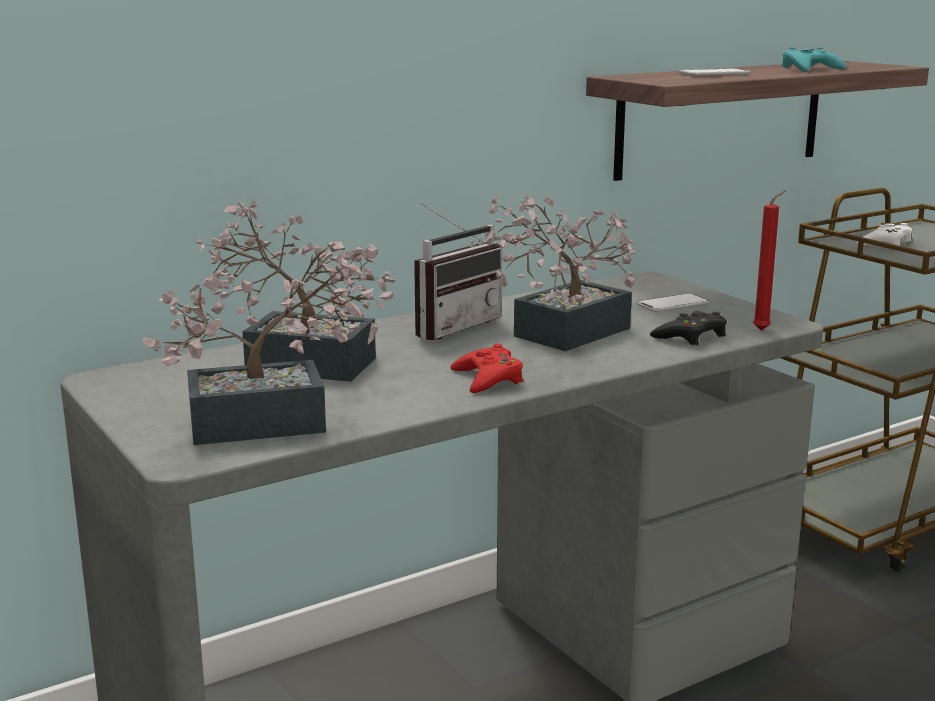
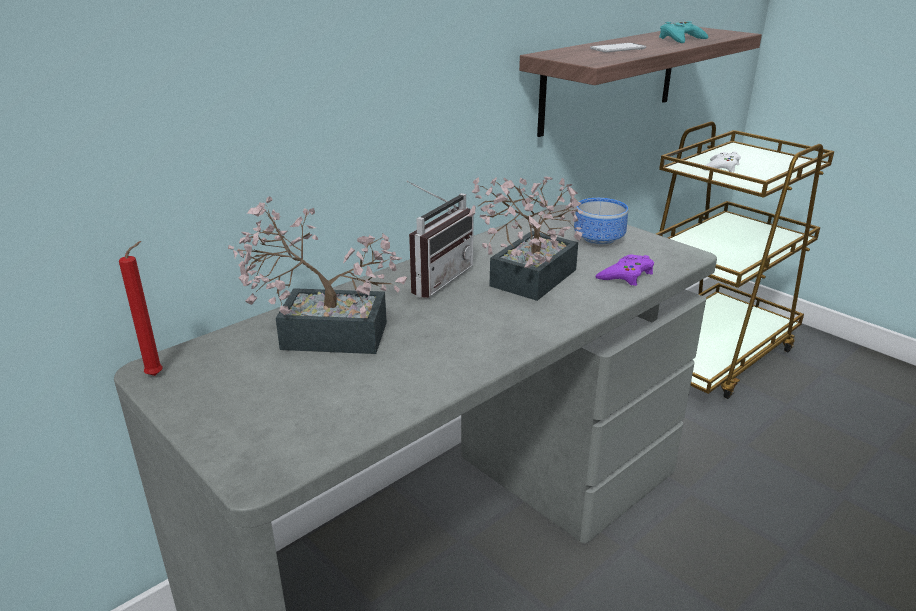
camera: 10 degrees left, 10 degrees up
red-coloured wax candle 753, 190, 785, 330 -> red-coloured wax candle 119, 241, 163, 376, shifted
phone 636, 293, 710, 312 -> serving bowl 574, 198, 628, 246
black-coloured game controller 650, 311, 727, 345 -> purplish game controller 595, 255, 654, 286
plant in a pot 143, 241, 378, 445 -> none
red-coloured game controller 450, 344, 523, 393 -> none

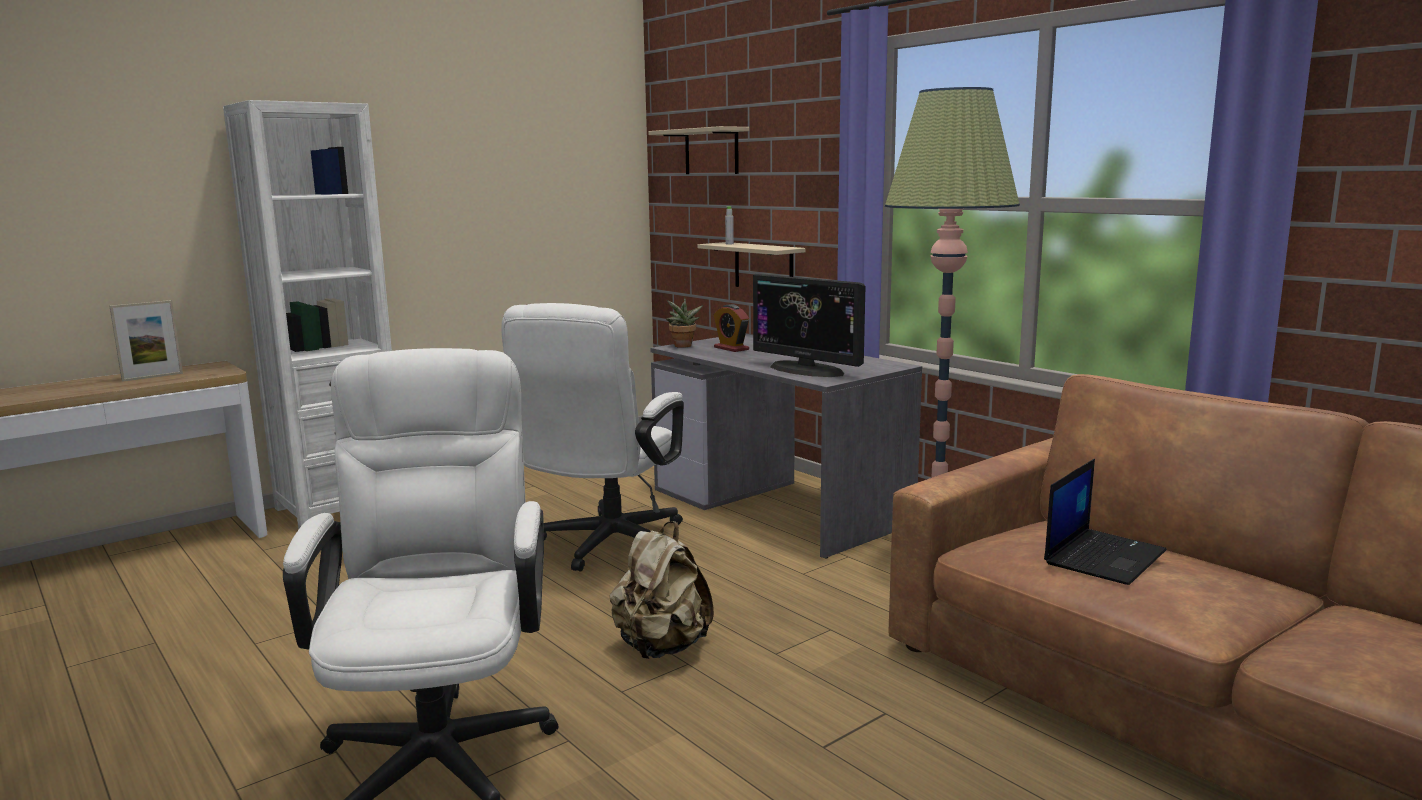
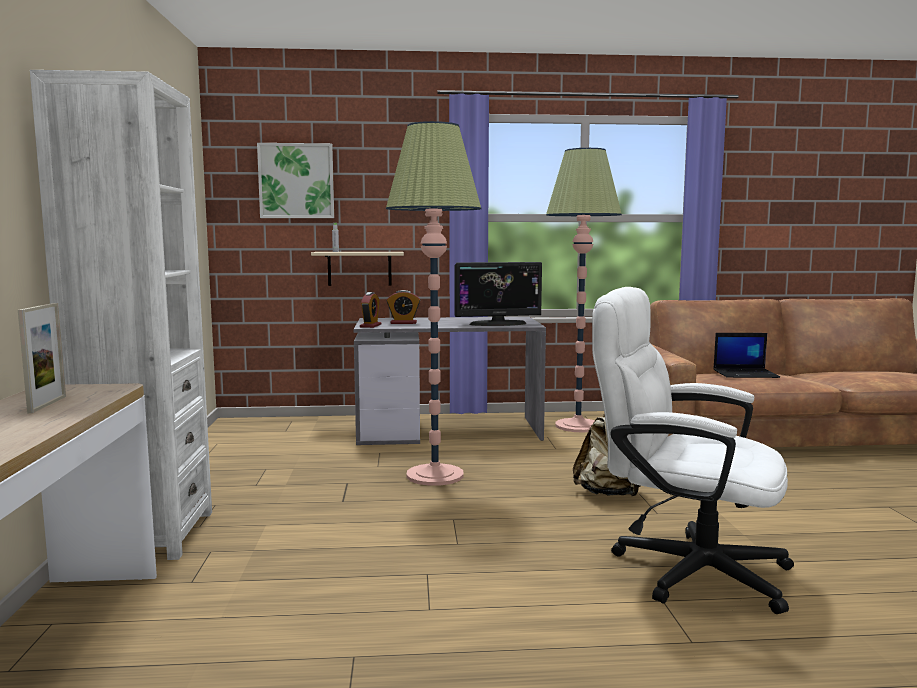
camera: 55 degrees left, 5 degrees down
beige shelf 648, 126, 749, 174 -> wall picture 257, 143, 334, 218
plant in a pot 666, 297, 703, 348 -> bedside clock 360, 292, 382, 328
white computer chair 501, 303, 684, 571 -> standard lamp 386, 121, 481, 486
notebook computer 1044, 459, 1167, 585 -> notebook computer 714, 333, 780, 378, 105 degrees clockwise

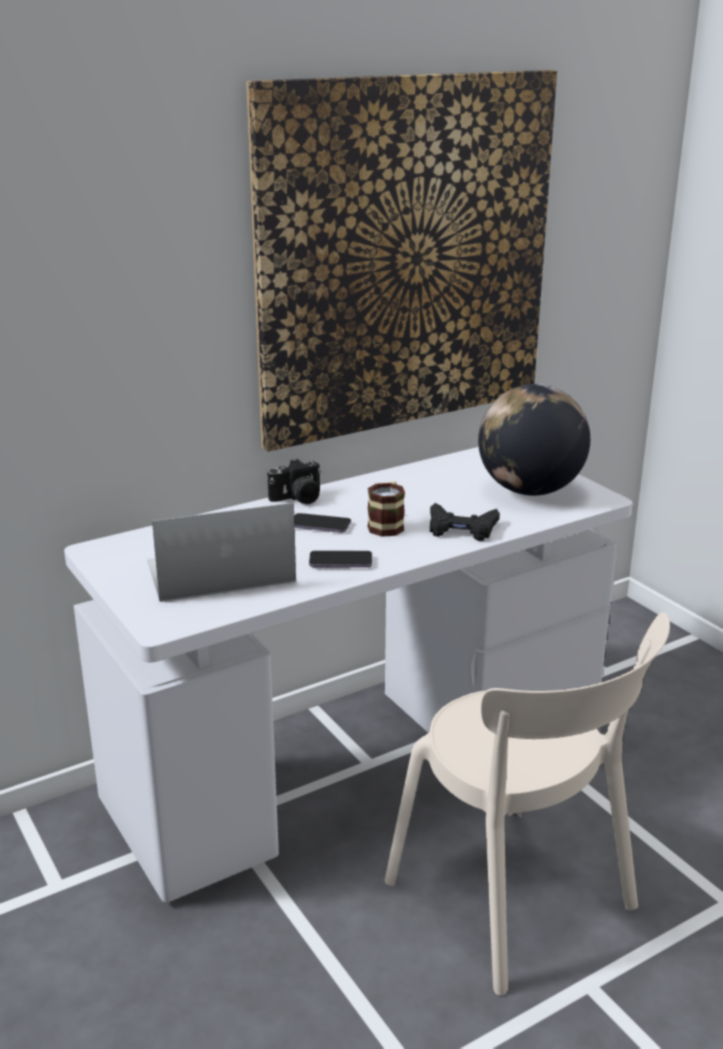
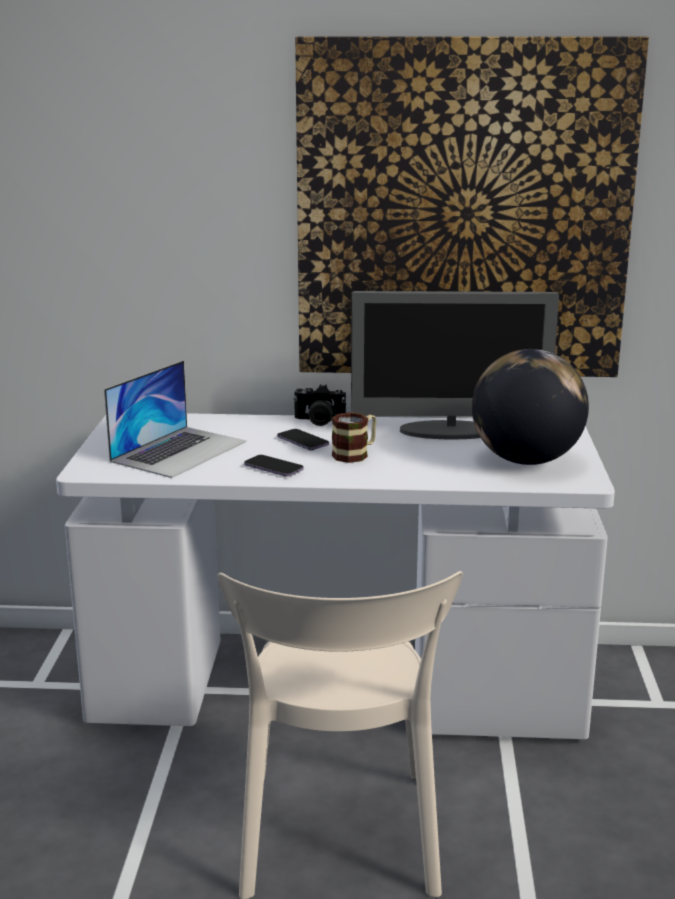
camera: 35 degrees right, 5 degrees down
notebook computer 147, 503, 296, 602 -> notebook computer 104, 360, 246, 478, 105 degrees clockwise
none -> computer screen 351, 291, 559, 439
black-coloured game controller 430, 503, 500, 541 -> none

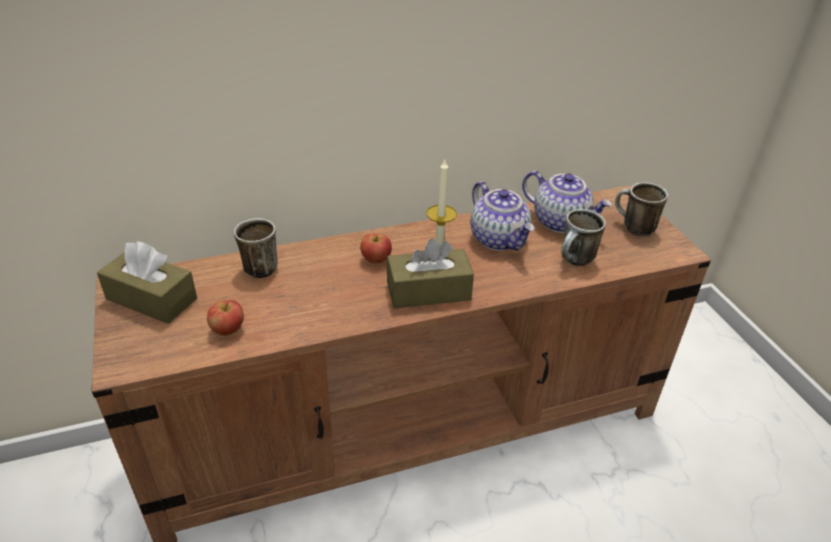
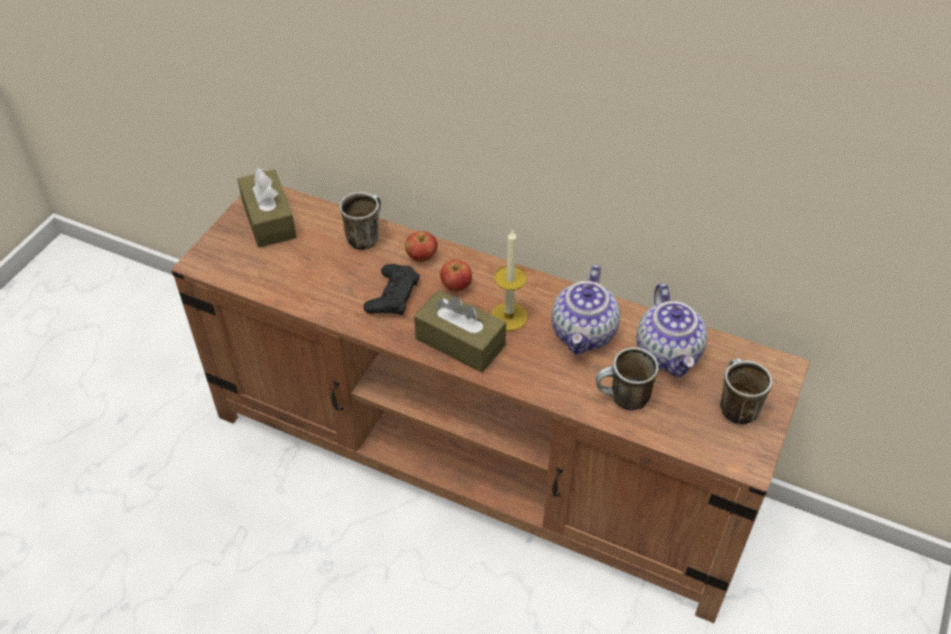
camera: 45 degrees right, 10 degrees up
none -> black-coloured game controller 363, 264, 420, 315
apple fruit 207, 300, 244, 336 -> apple fruit 405, 231, 438, 262, shifted

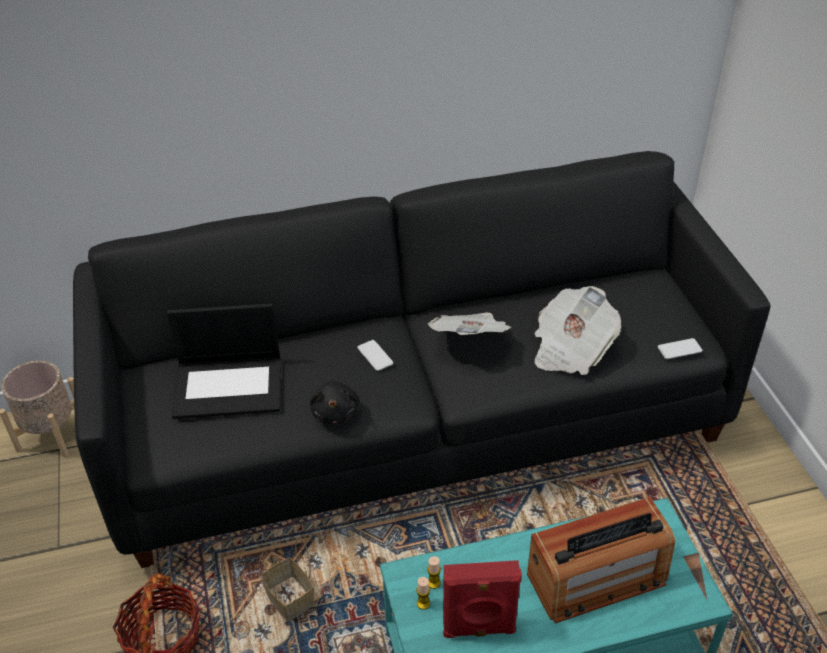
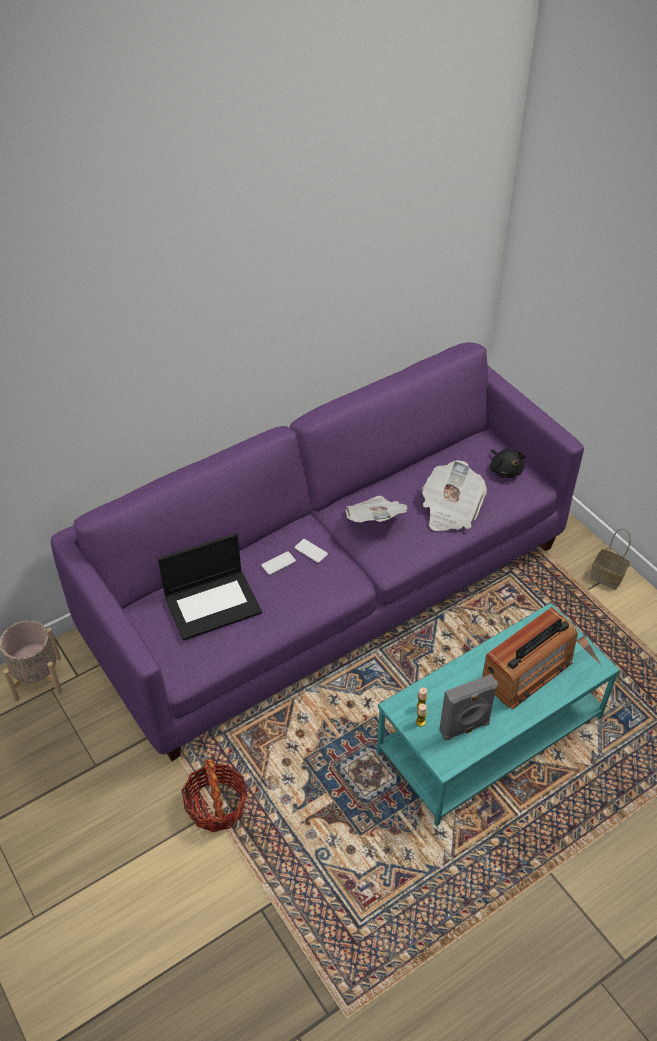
camera: 20 degrees left, 5 degrees up
black-coloured couch 73, 151, 770, 568 -> purplish couch 51, 342, 584, 761
phone 658, 338, 702, 359 -> phone 261, 551, 296, 575, shifted
red-coloured speaker 443, 560, 522, 638 -> gray speaker 439, 674, 498, 740
black-coloured cuddly toy 309, 378, 359, 424 -> black-coloured cuddly toy 490, 449, 525, 478, shifted
household basket 259, 536, 314, 622 -> household basket 590, 529, 631, 590, shifted

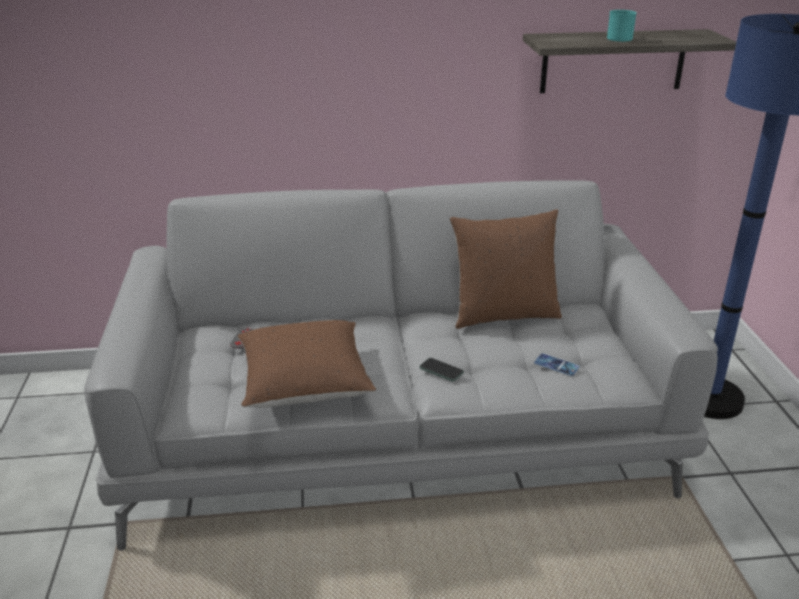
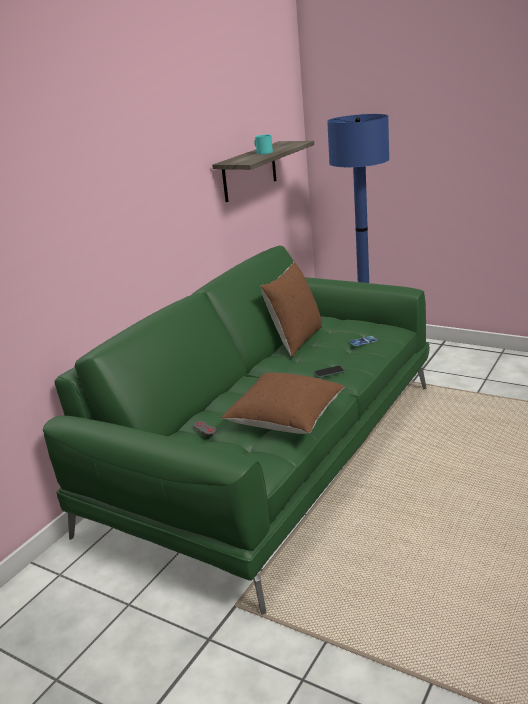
camera: 50 degrees left, 5 degrees down
gray couch 84, 180, 718, 551 -> green couch 43, 245, 430, 615

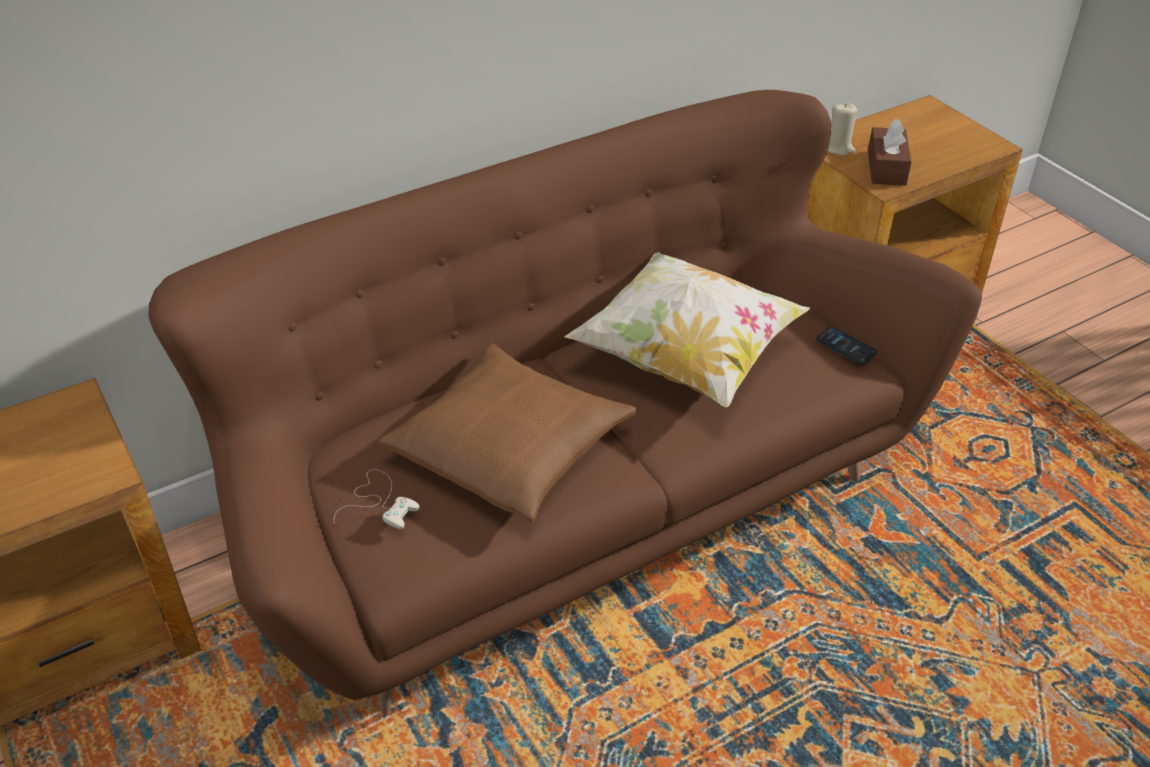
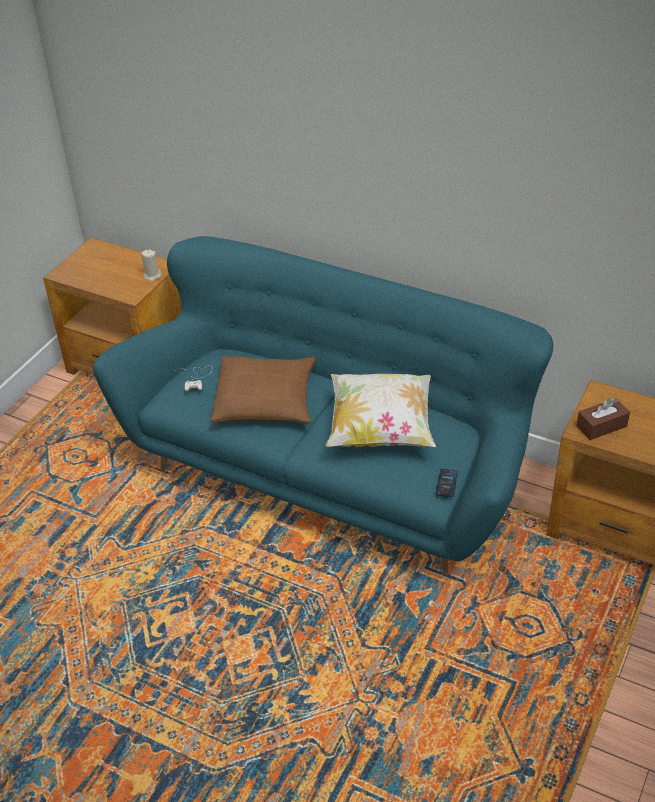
camera: 60 degrees right, 0 degrees up
brown couch 149, 90, 982, 714 -> turquoise couch 93, 236, 554, 575
beige wax candle 828, 103, 857, 156 -> beige wax candle 141, 250, 162, 282, shifted

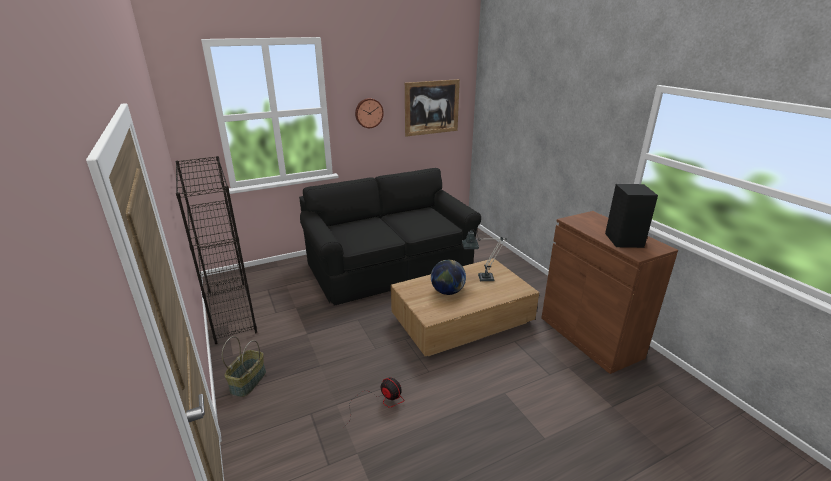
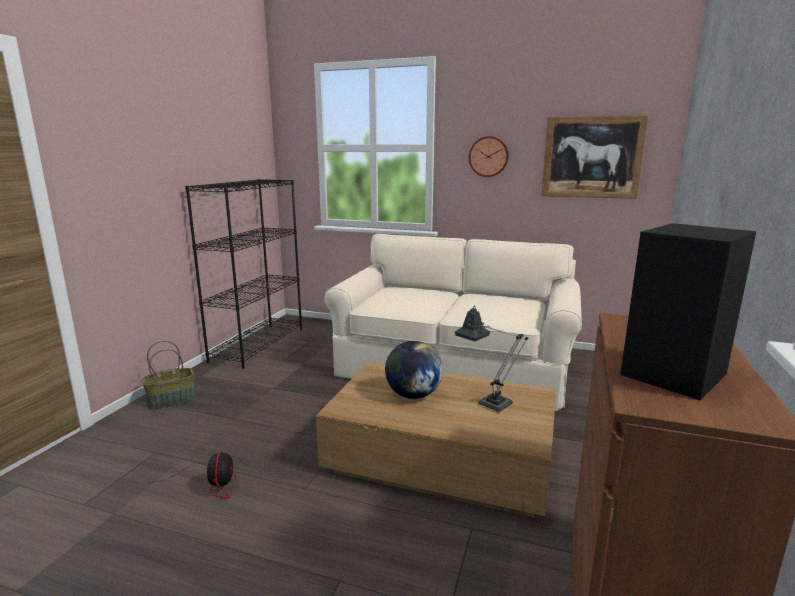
camera: 45 degrees right, 10 degrees down
black-coloured couch 299, 168, 481, 306 -> beige couch 324, 234, 582, 411

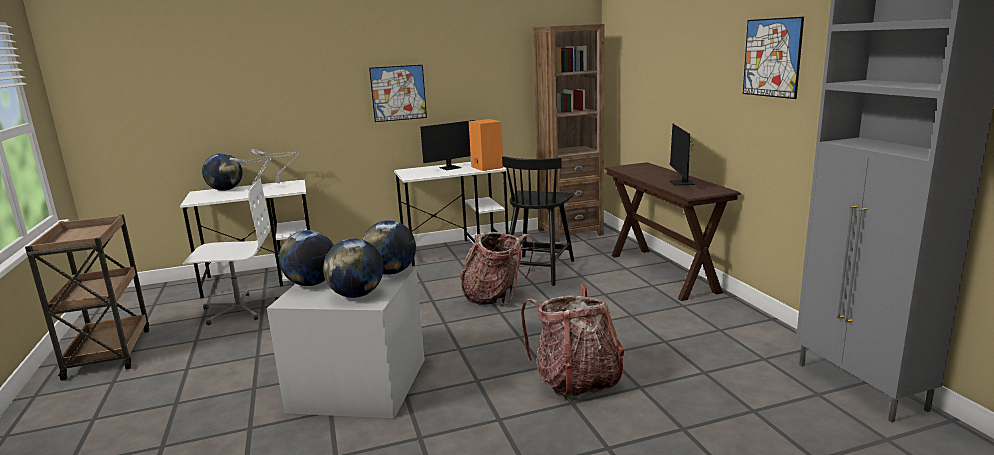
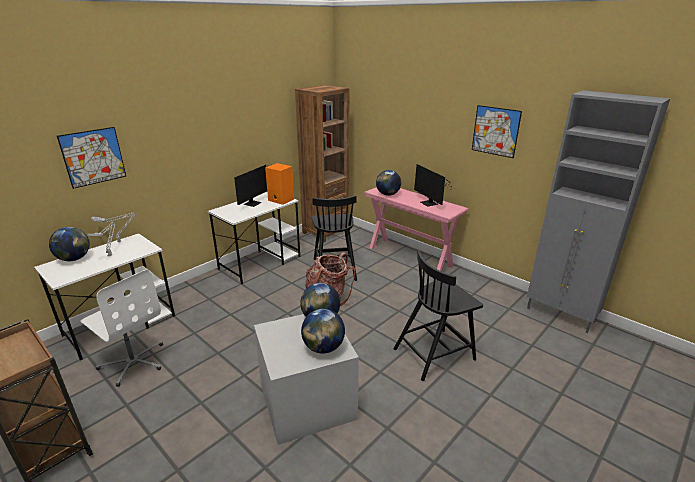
camera: 30 degrees left, 10 degrees up
wall picture 369, 65, 427, 122 -> wall picture 57, 127, 126, 189, shifted
white computer chair 183, 178, 279, 325 -> white computer chair 80, 269, 163, 387, 75 degrees clockwise
brown narrow table 604, 162, 741, 301 -> pink-coloured narrow table 364, 187, 469, 271
world globe 279, 230, 334, 286 -> world globe 376, 170, 401, 196, shifted
rucksack 521, 284, 624, 401 -> black-coloured upright chair 394, 250, 483, 381

